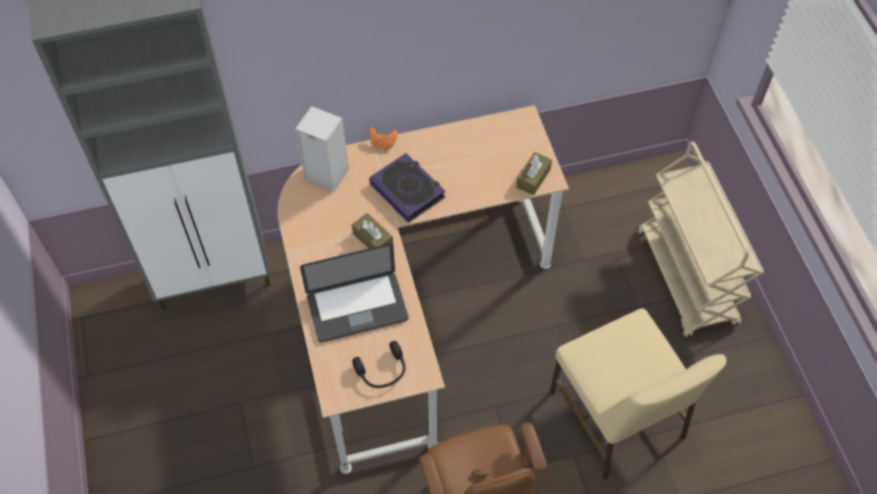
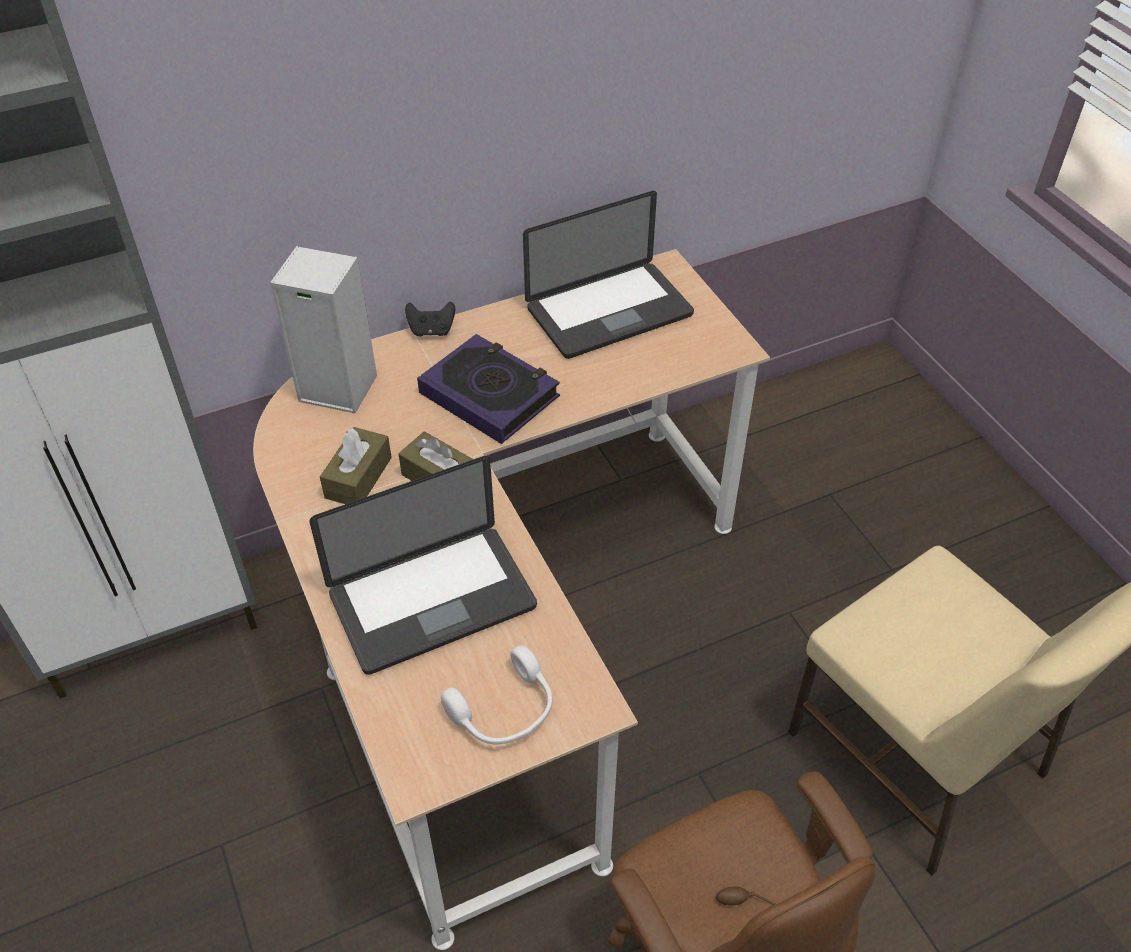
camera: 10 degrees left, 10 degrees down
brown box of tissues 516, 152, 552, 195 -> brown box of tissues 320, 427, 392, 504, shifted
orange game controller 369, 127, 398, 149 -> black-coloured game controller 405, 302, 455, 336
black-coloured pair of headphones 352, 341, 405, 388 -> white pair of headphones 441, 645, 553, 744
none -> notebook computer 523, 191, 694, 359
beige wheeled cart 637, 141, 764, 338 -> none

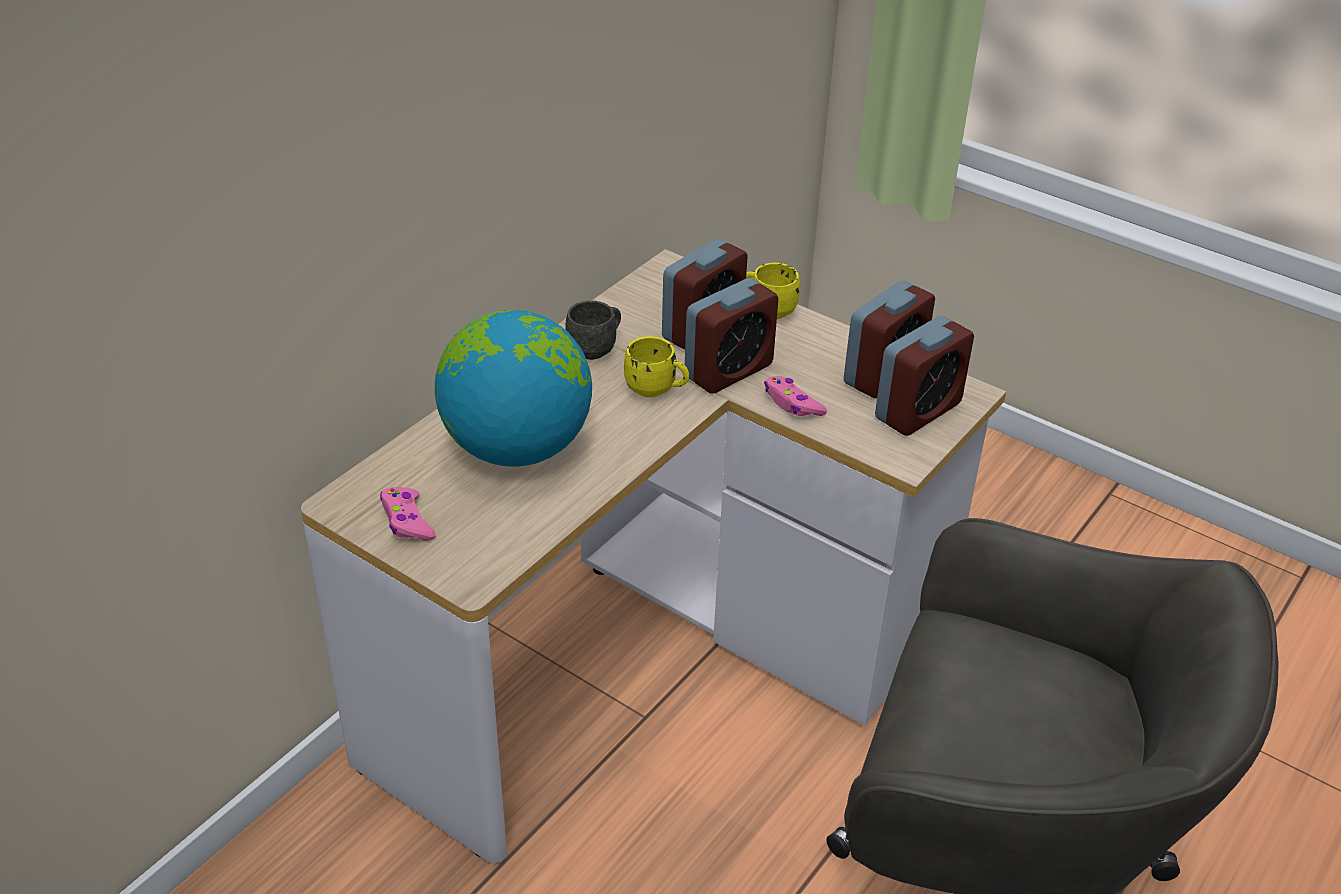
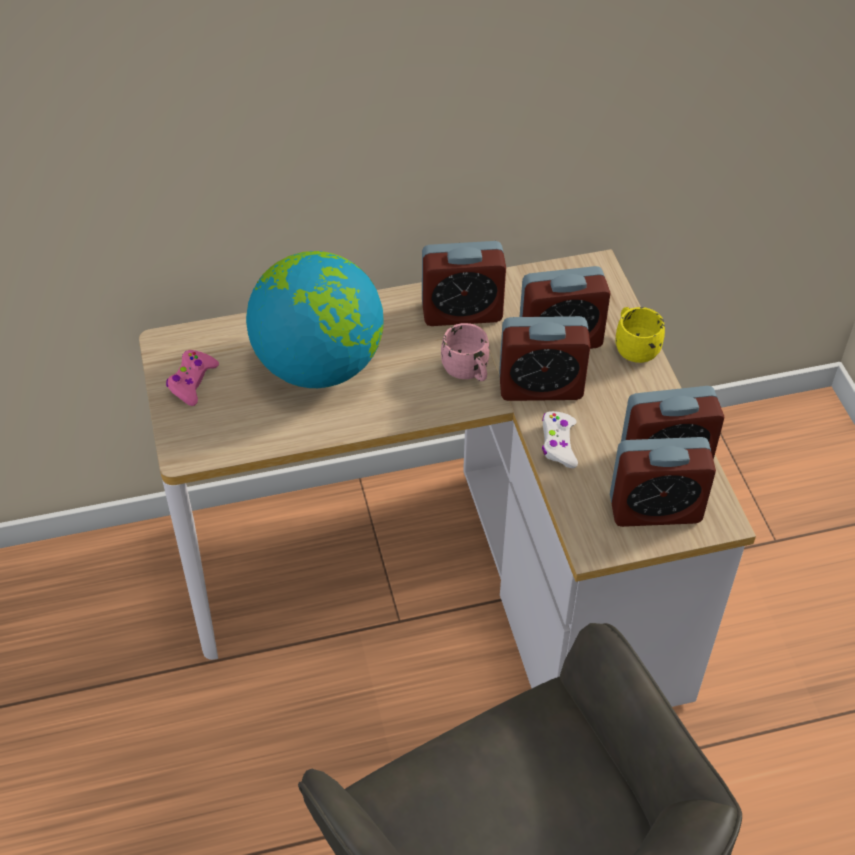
camera: 40 degrees right, 10 degrees up
gray mug 565, 301, 621, 360 -> bedside clock 422, 241, 506, 326
yellow mug 624, 336, 689, 397 -> pink-coloured mug 441, 323, 489, 381
pink-coloured game controller 764, 376, 827, 416 -> white game controller 542, 411, 578, 468

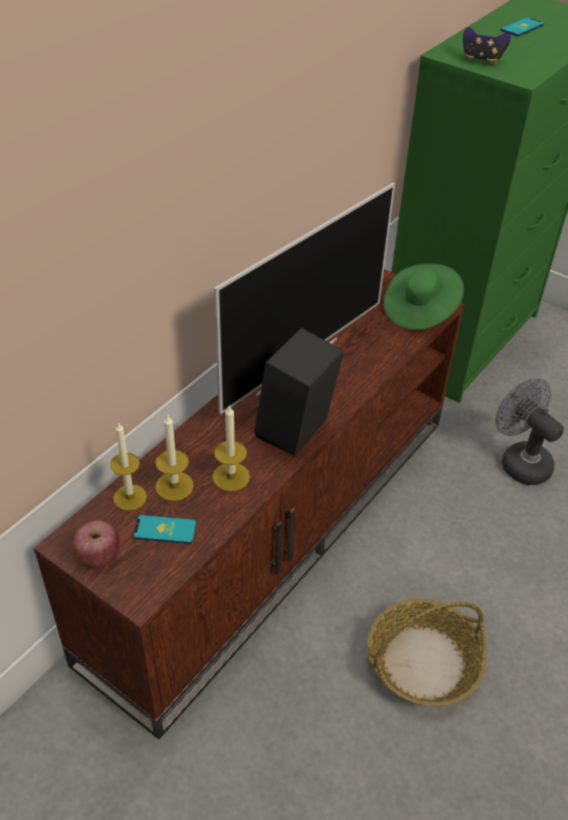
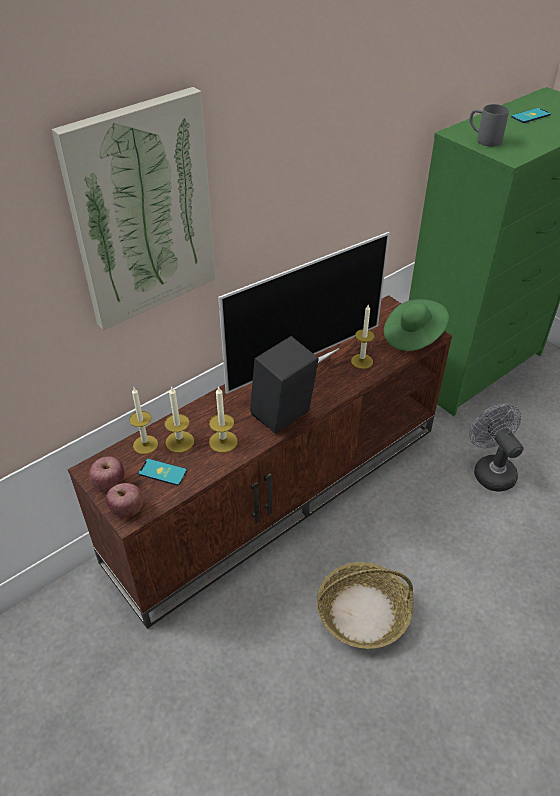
camera: 15 degrees right, 0 degrees up
none -> wall picture 52, 87, 216, 330
none -> apple fruit 105, 483, 143, 517
none -> wax candle 351, 305, 375, 369
game controller 463, 27, 511, 64 -> gray mug 470, 104, 509, 147

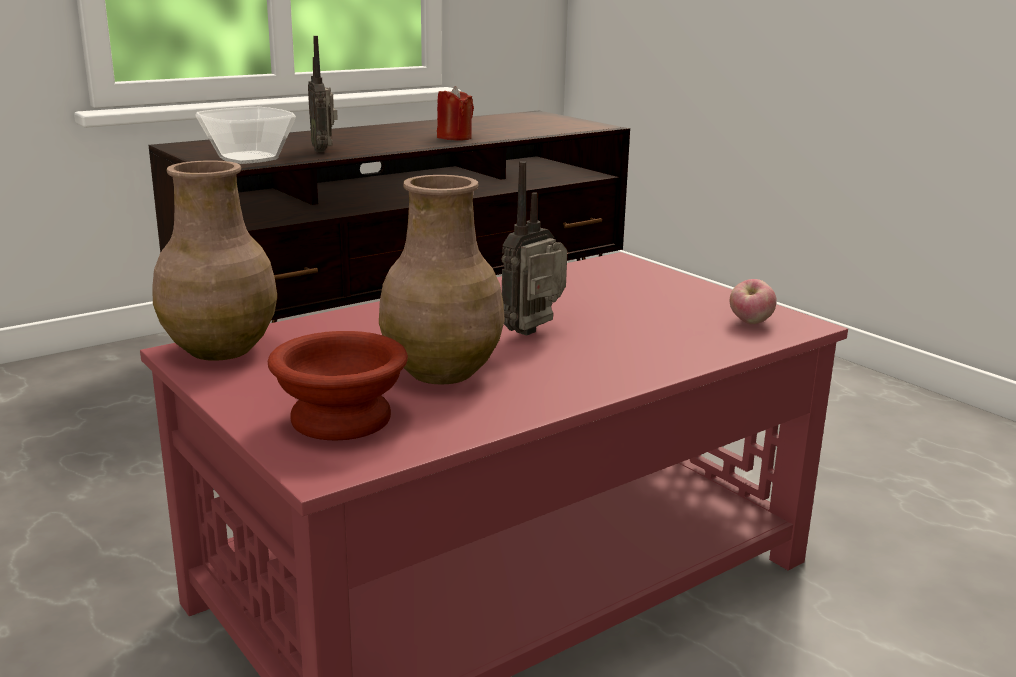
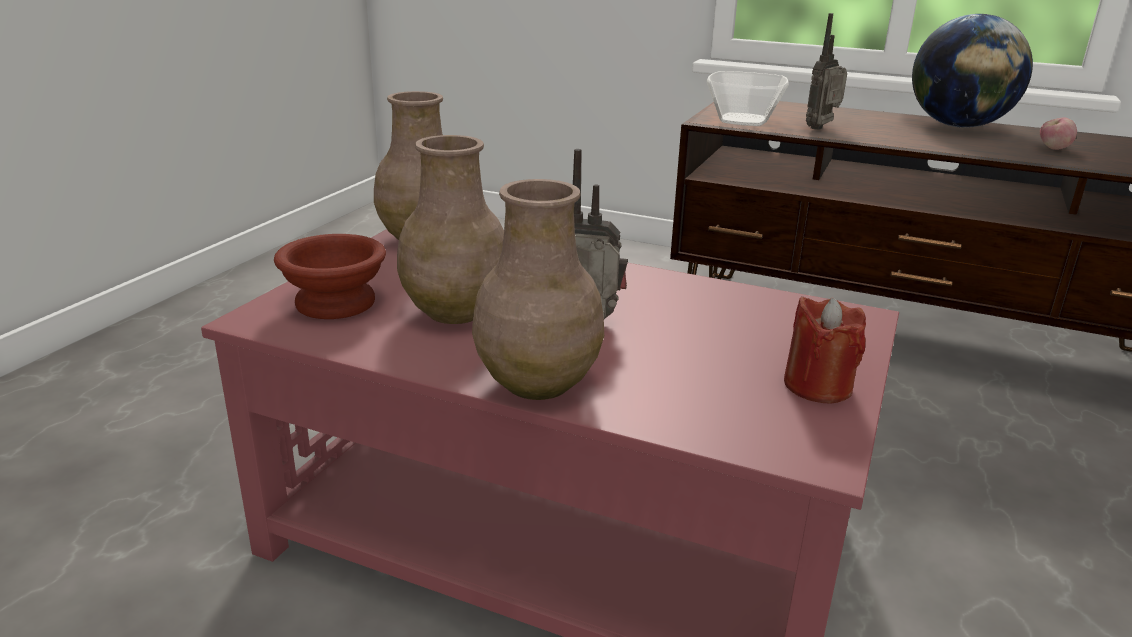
camera: 60 degrees right, 5 degrees up
none -> brown vase 472, 179, 604, 400
red-coloured wax candle 437, 86, 474, 140 -> red-coloured wax candle 784, 297, 866, 404, shifted
none -> world globe 912, 14, 1033, 128
apple fruit 730, 279, 777, 324 -> apple fruit 1040, 118, 1077, 150, shifted

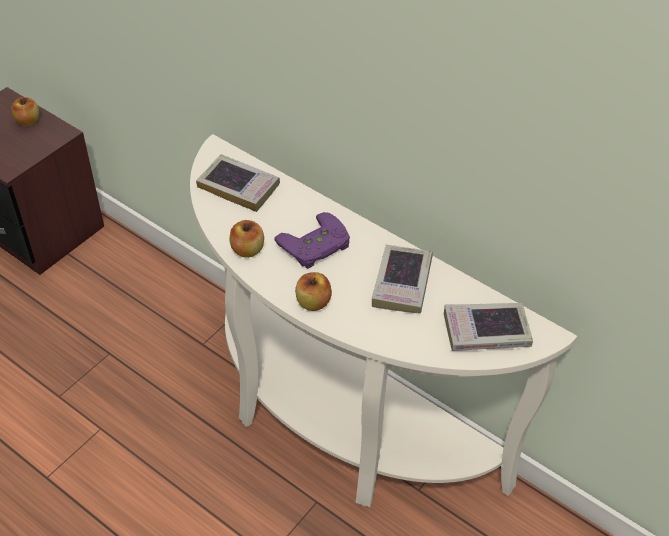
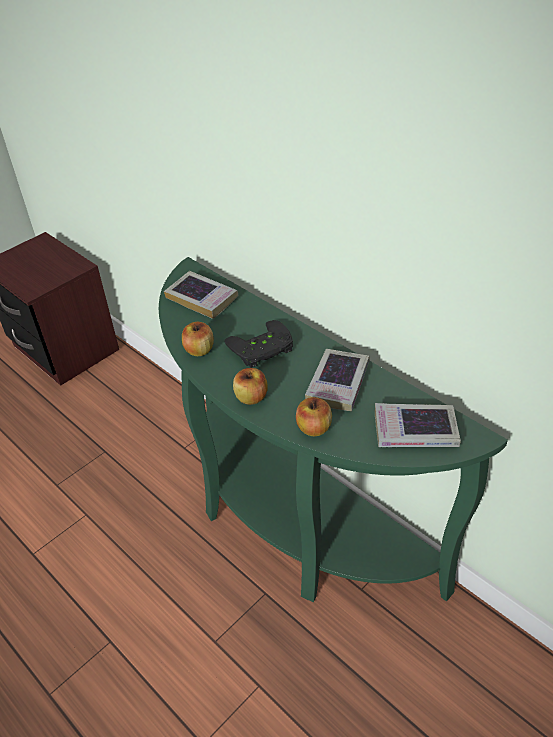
camera: 10 degrees right, 5 degrees down
white narrow table 190, 134, 577, 507 -> green narrow table 159, 257, 508, 602
purplish game controller 275, 212, 350, 269 -> black-coloured game controller 225, 320, 293, 368
apple fruit 11, 97, 39, 126 -> apple fruit 296, 397, 332, 436, shifted

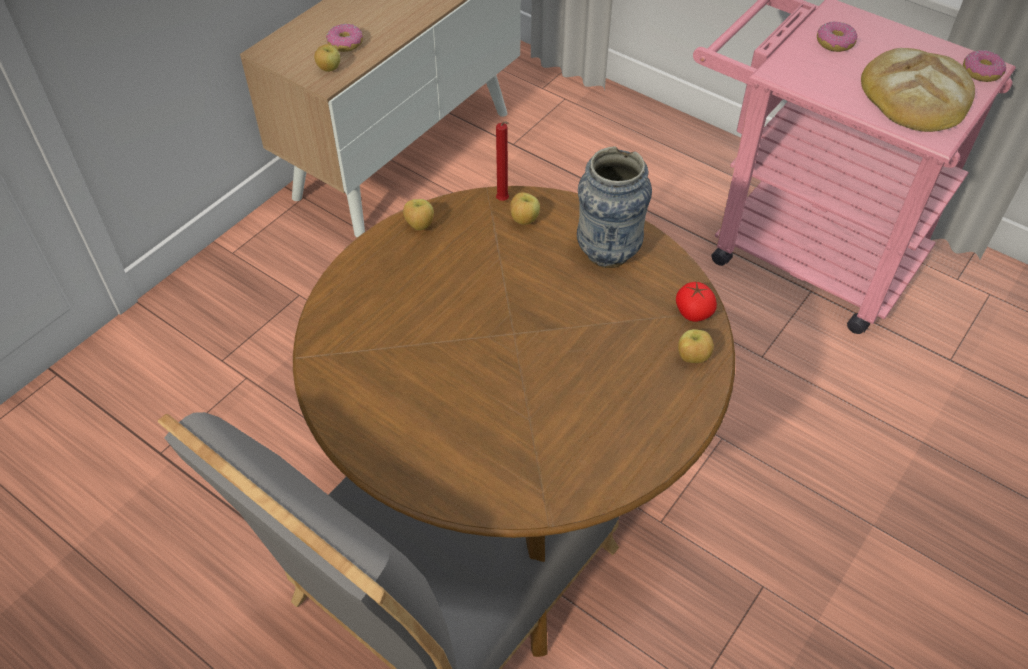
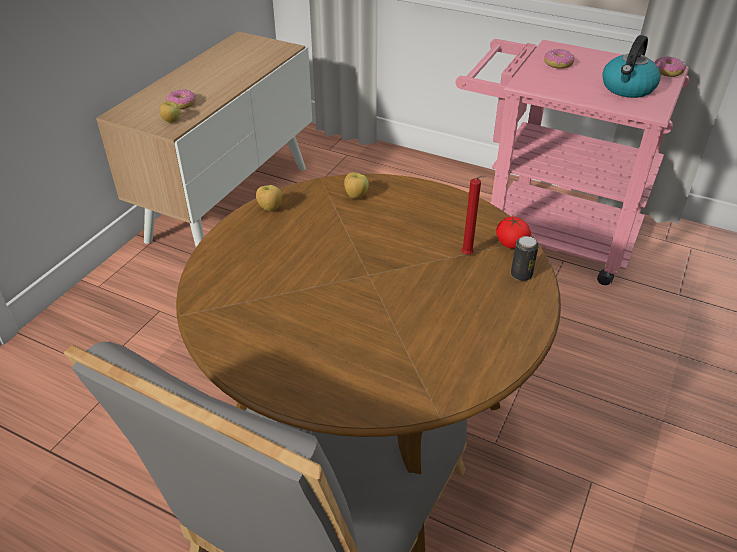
camera: 10 degrees left, 10 degrees down
red-coloured wax candle 496, 121, 509, 201 -> red-coloured wax candle 461, 176, 486, 255, shifted
apple fruit 678, 329, 714, 363 -> sealed can 511, 236, 539, 281
bakery bread 861, 48, 975, 132 -> water kettle 602, 35, 661, 98
vase 577, 146, 652, 268 -> none

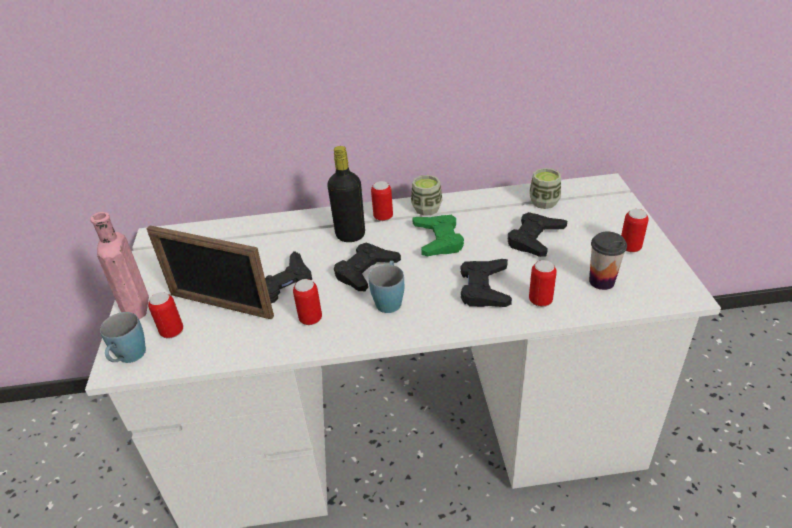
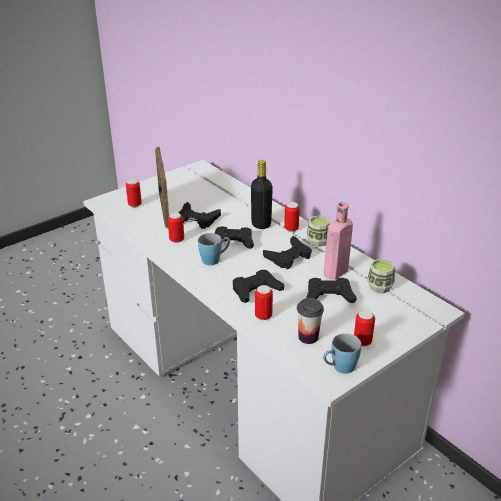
camera: 55 degrees right, 5 degrees down
green game controller 412, 215, 464, 256 -> black-coloured game controller 263, 236, 312, 269
blue-coloured mug 100, 312, 146, 363 -> blue-coloured mug 323, 333, 361, 374, shifted
pink-coloured drink bottle 90, 212, 149, 319 -> pink-coloured drink bottle 324, 202, 353, 280, shifted

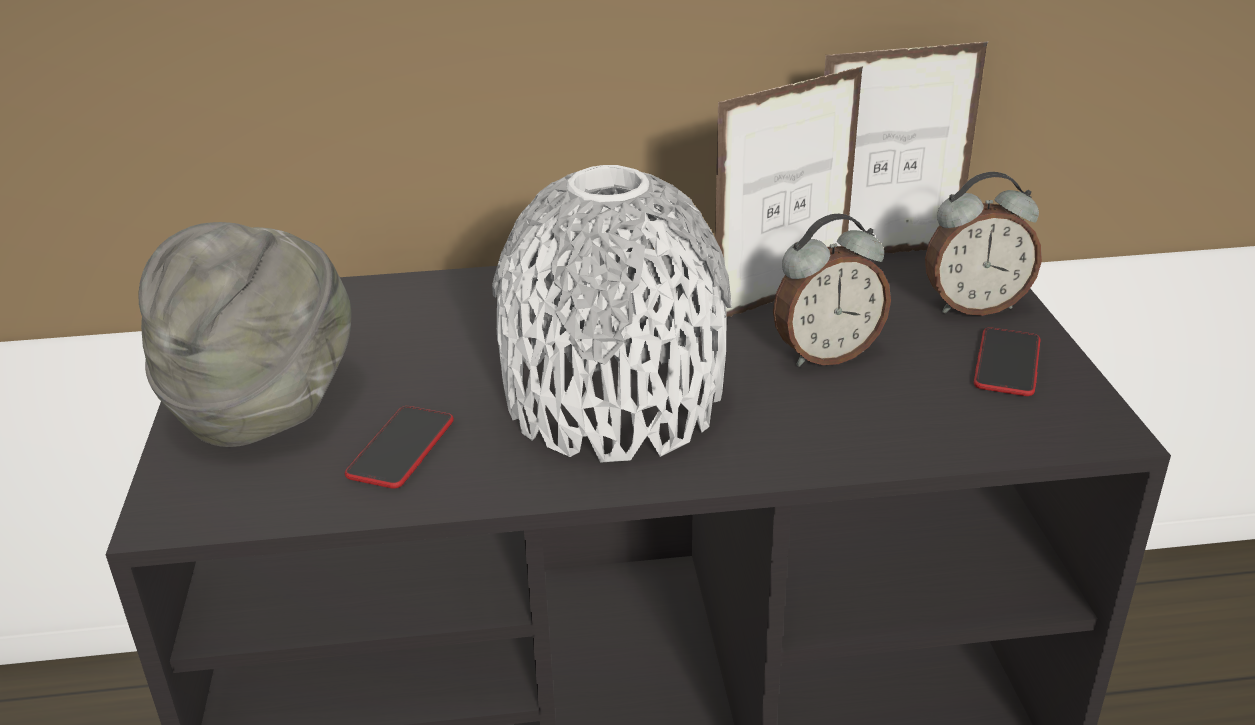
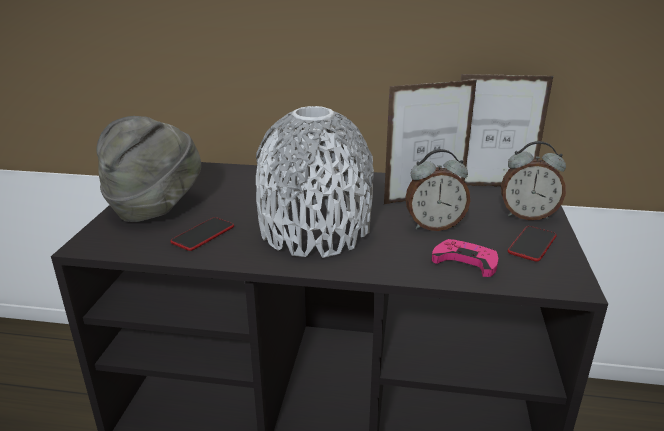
camera: 15 degrees right, 5 degrees down
none -> pink-coloured game controller 432, 239, 498, 277

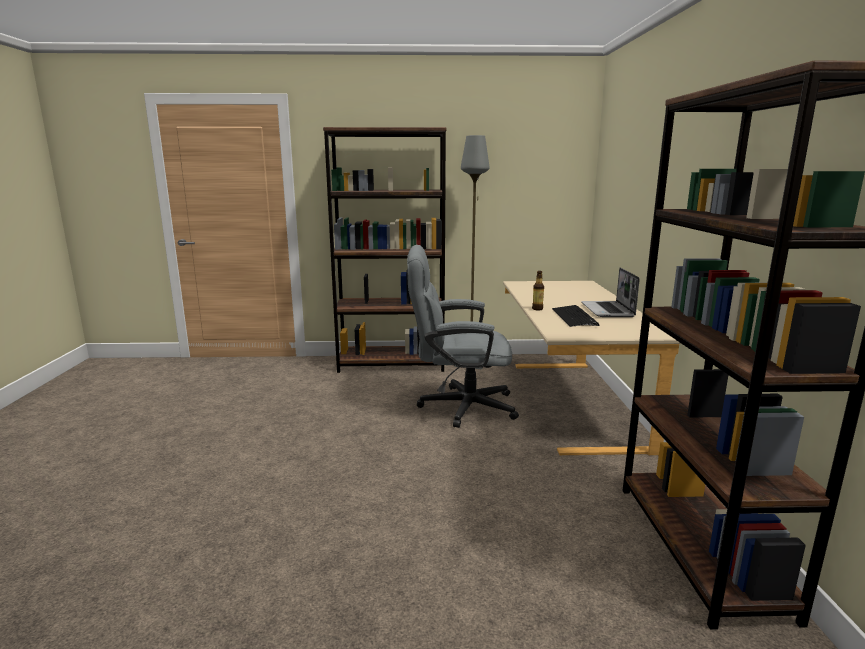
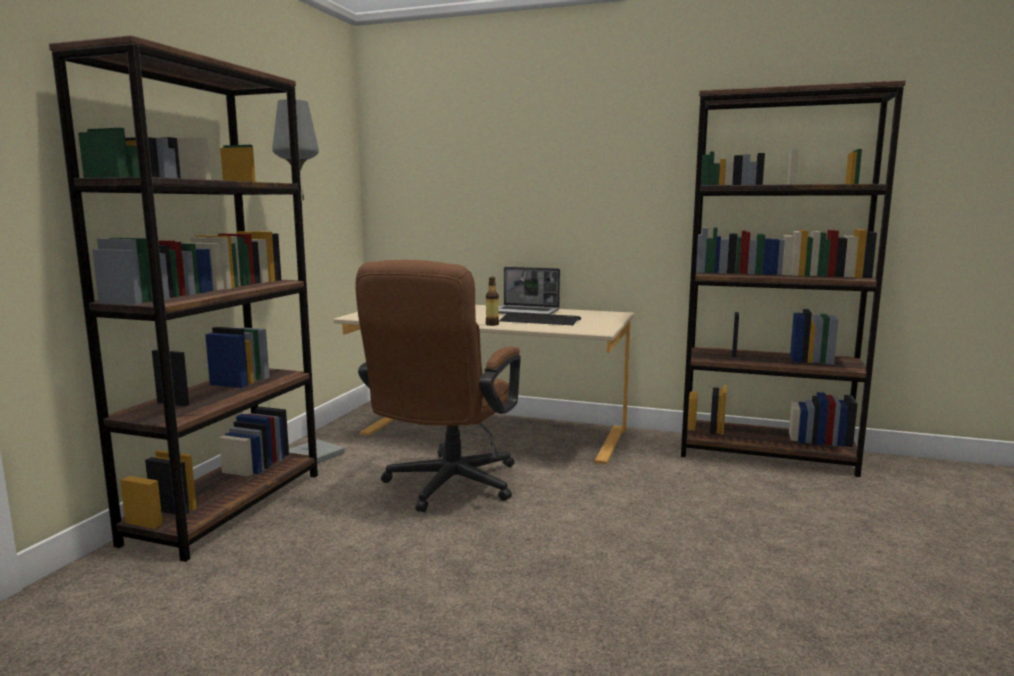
camera: 70 degrees left, 5 degrees down
gray computer chair 407, 245, 519, 428 -> brown computer chair 355, 260, 521, 512

